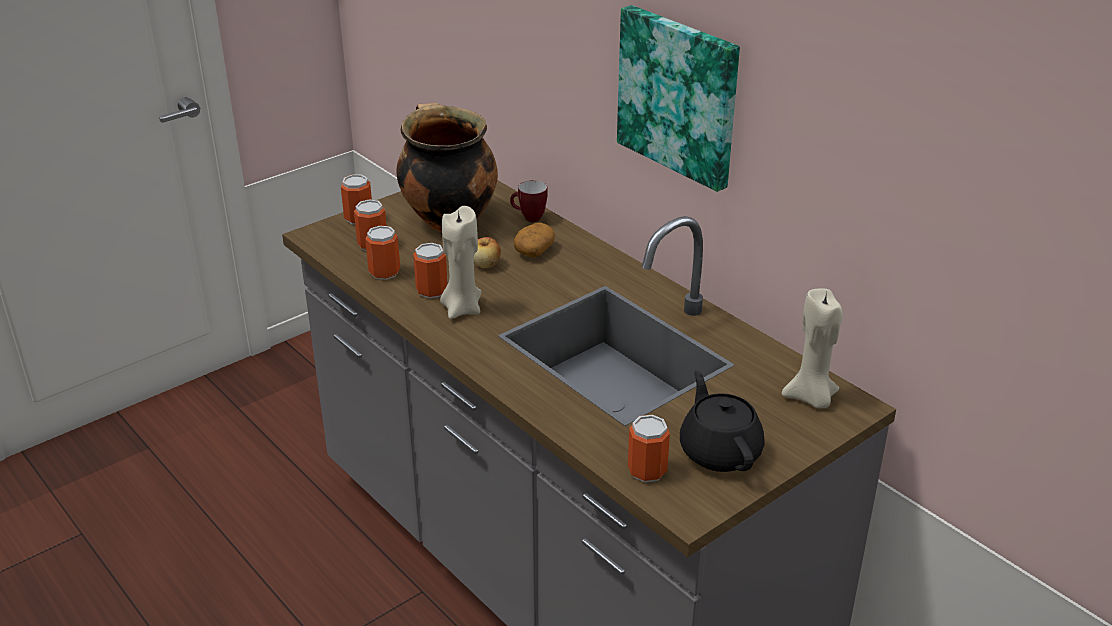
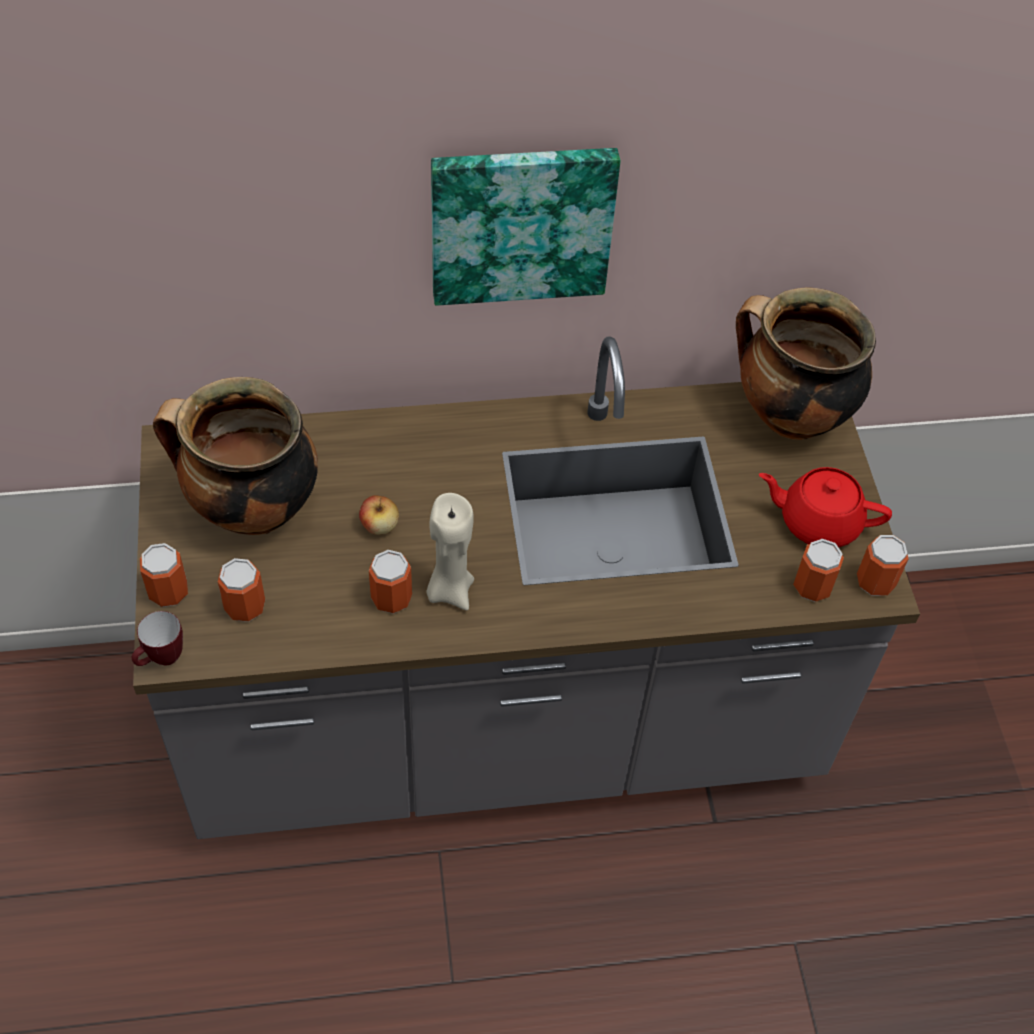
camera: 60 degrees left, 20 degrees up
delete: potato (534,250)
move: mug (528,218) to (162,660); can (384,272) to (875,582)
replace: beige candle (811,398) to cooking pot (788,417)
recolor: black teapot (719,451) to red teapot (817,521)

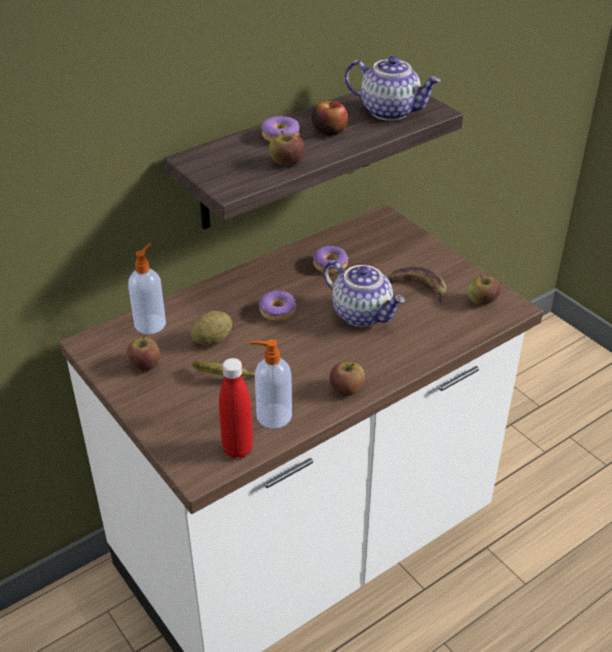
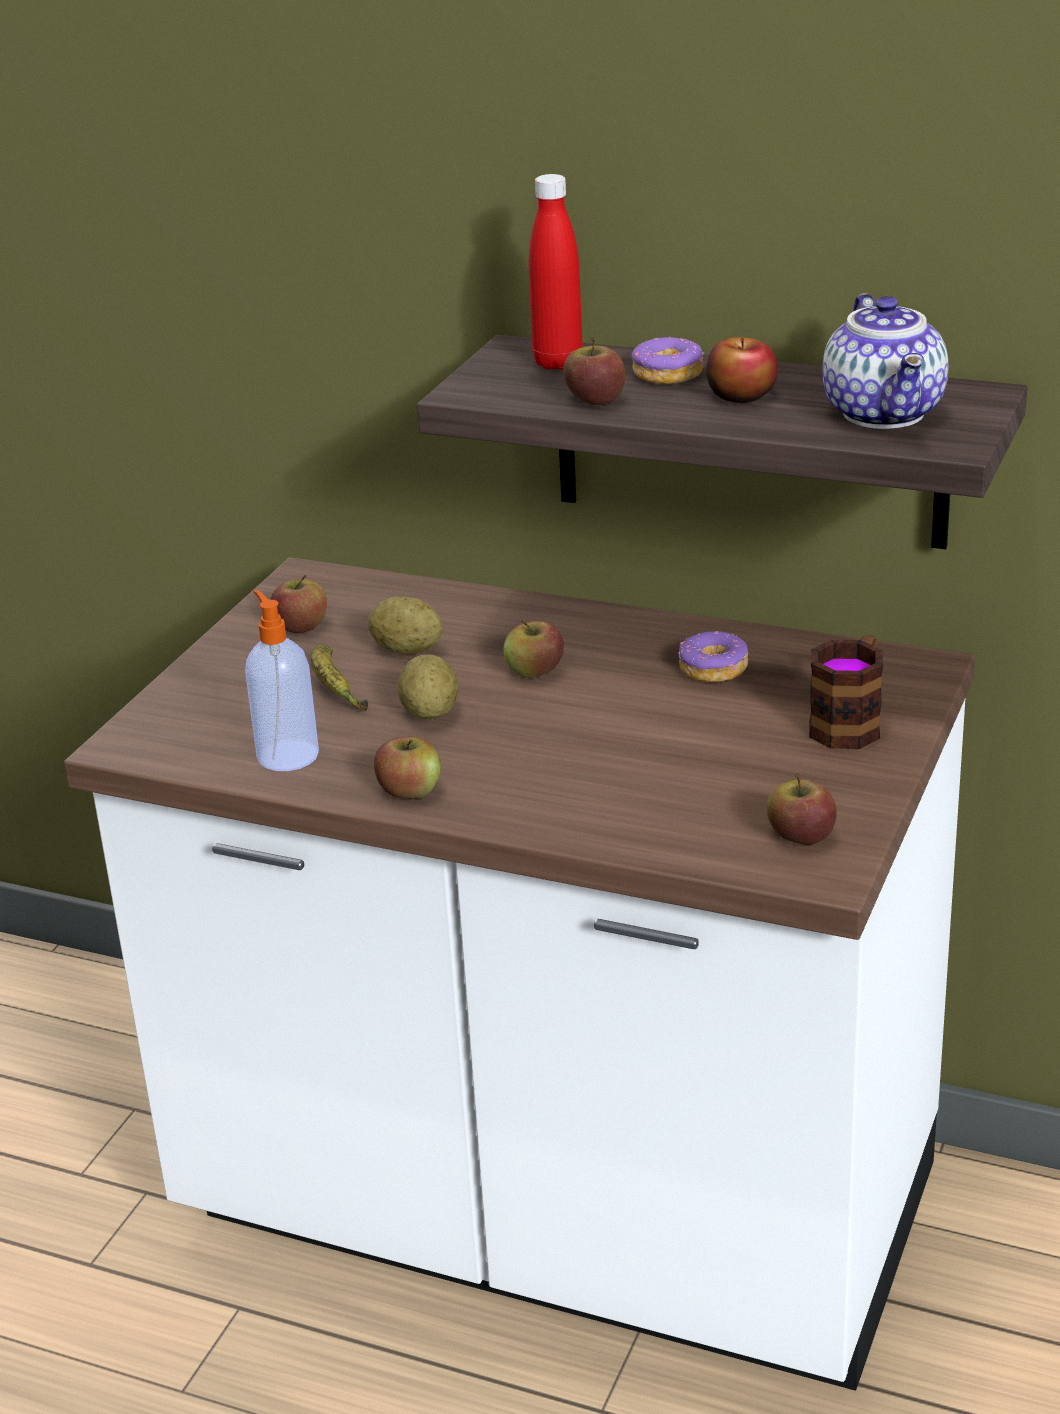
camera: 60 degrees right, 10 degrees down
delete: soap dispenser (151,323); teapot (363,314); banana (418,286)
insert: potato (430,713); mug (850,722)
move: red bottle (237,449) to (558,363)
replace: donut (278,311) to apple (535,671)

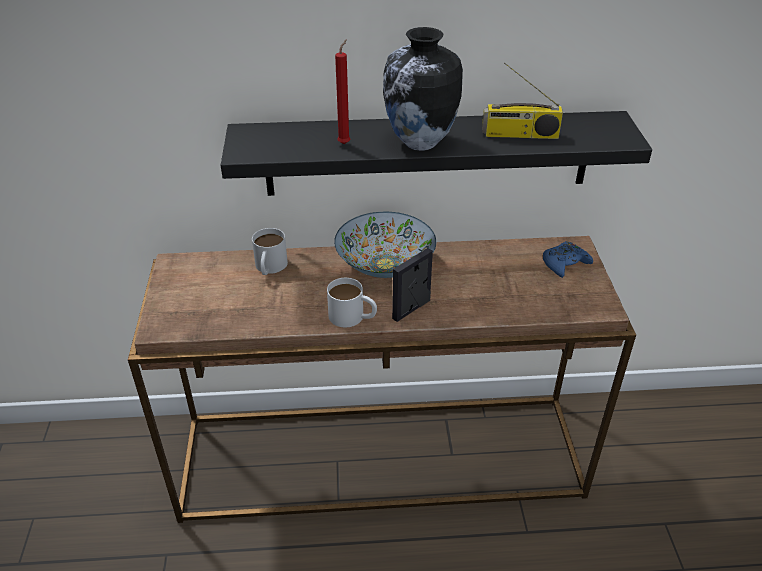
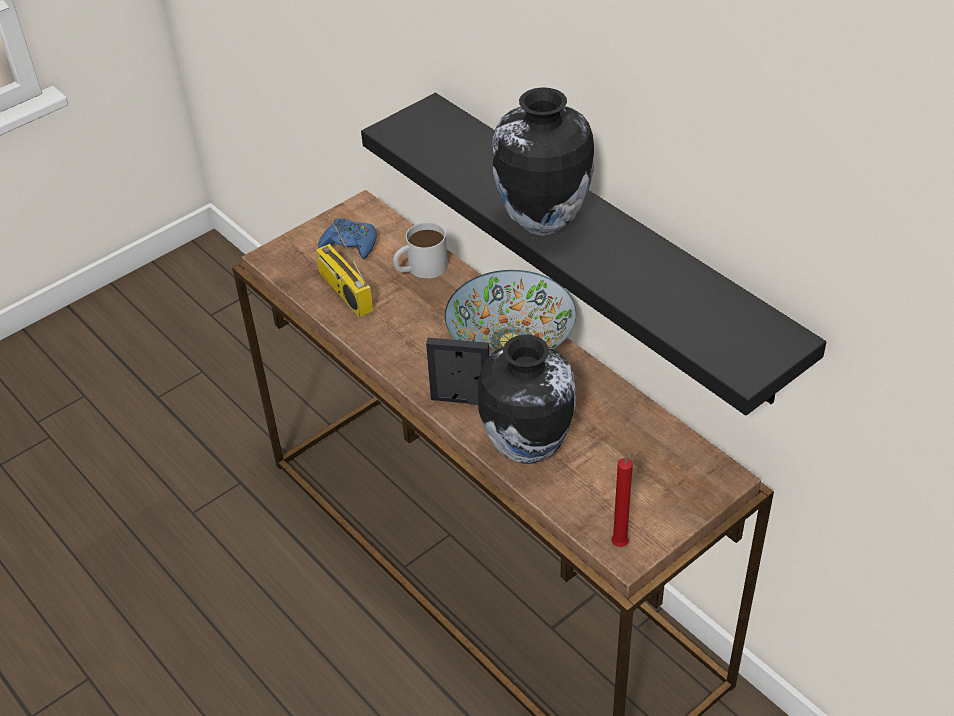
camera: 55 degrees right, 5 degrees up
delete: white mug (352,317)
insert: vase (527,448)
move: radio (519,135) to (344,291); blue game controller (565,263) to (350,244); red candle (345,143) to (622,544)

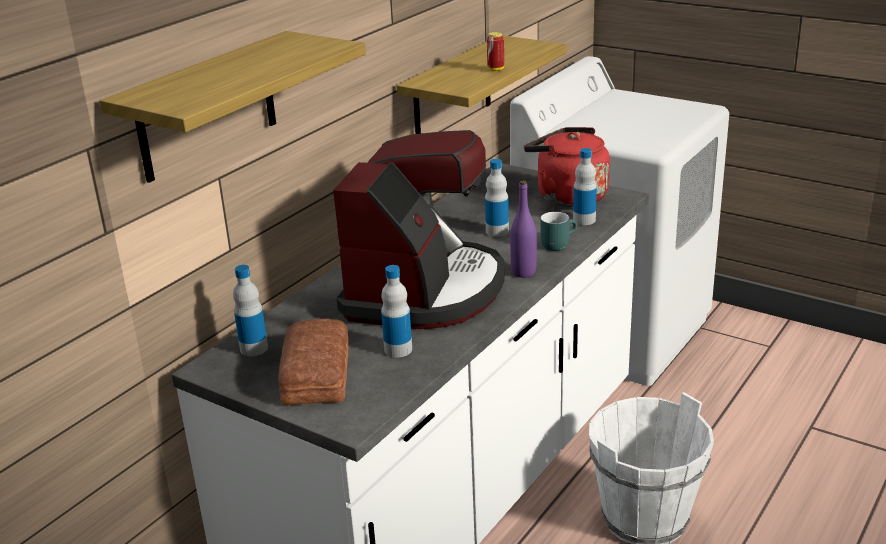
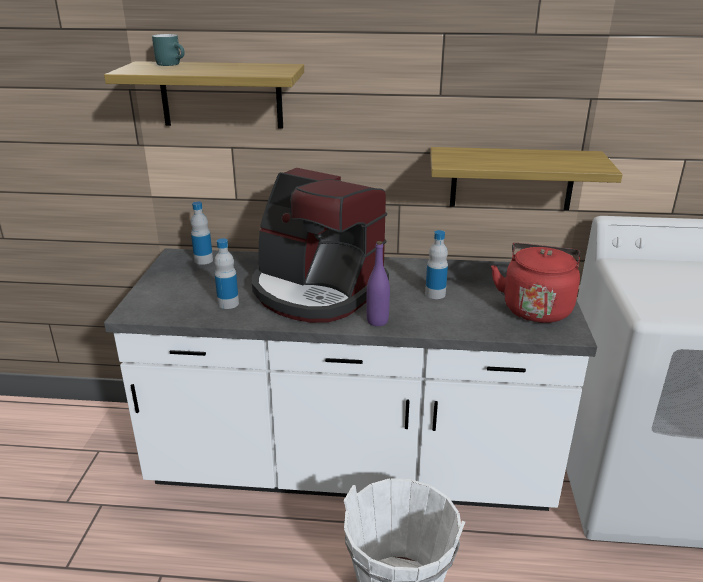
camera: 60 degrees right, 0 degrees up
delete: bread (318,373); can (495,69); bottle (584,220)
move: turquoise mug (557,243) to (172,64)
rotate: coffee machine (424,290) = (316,291) 45 degrees clockwise

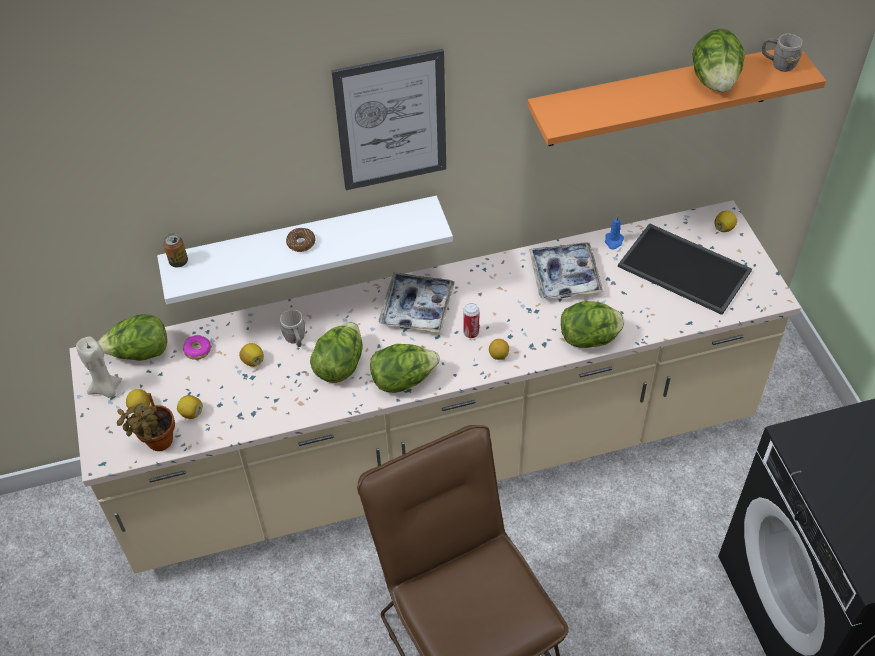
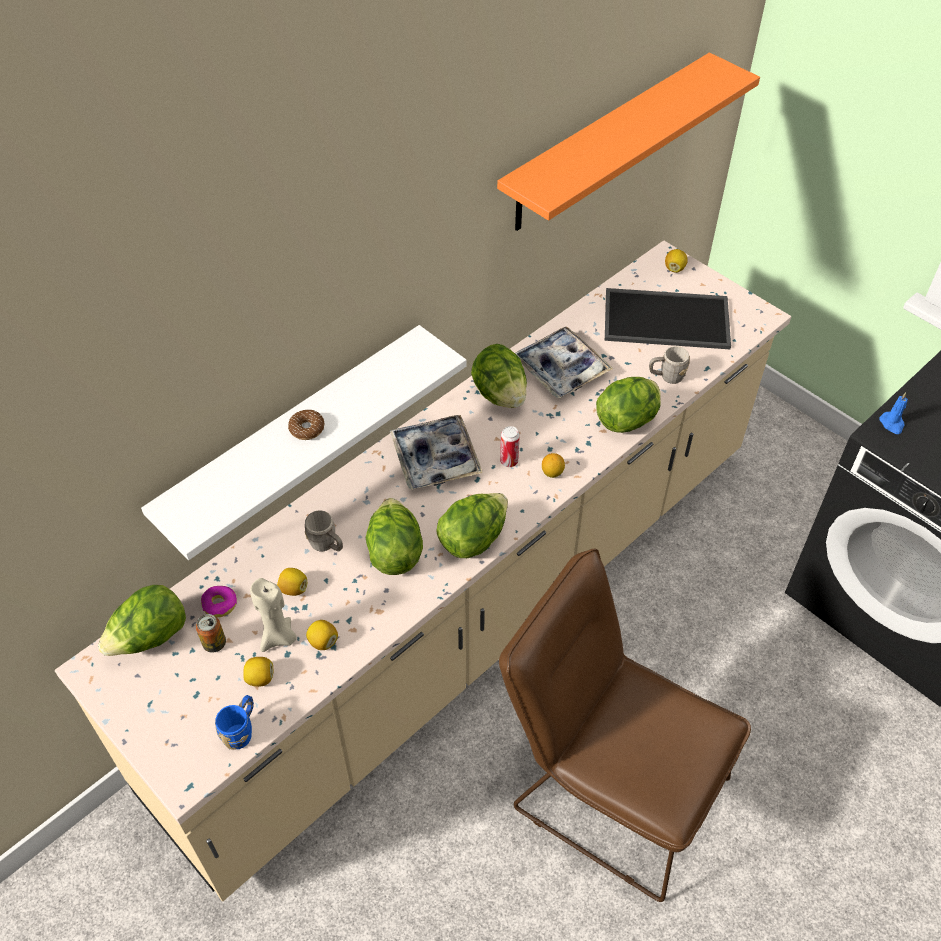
camera: 30 degrees left, 0 degrees up
delete: picture (391,121)
move: can (178,261) to (214,643); beige candle (106,389) to (279,637); lemon (140,407) to (323,642); lettuce (714,81) to (500,394); grey mug (778,64) to (666,376); blue candle (613,241) to (892,424)
replace: potted plant (157,442) to blue mug (241,730)

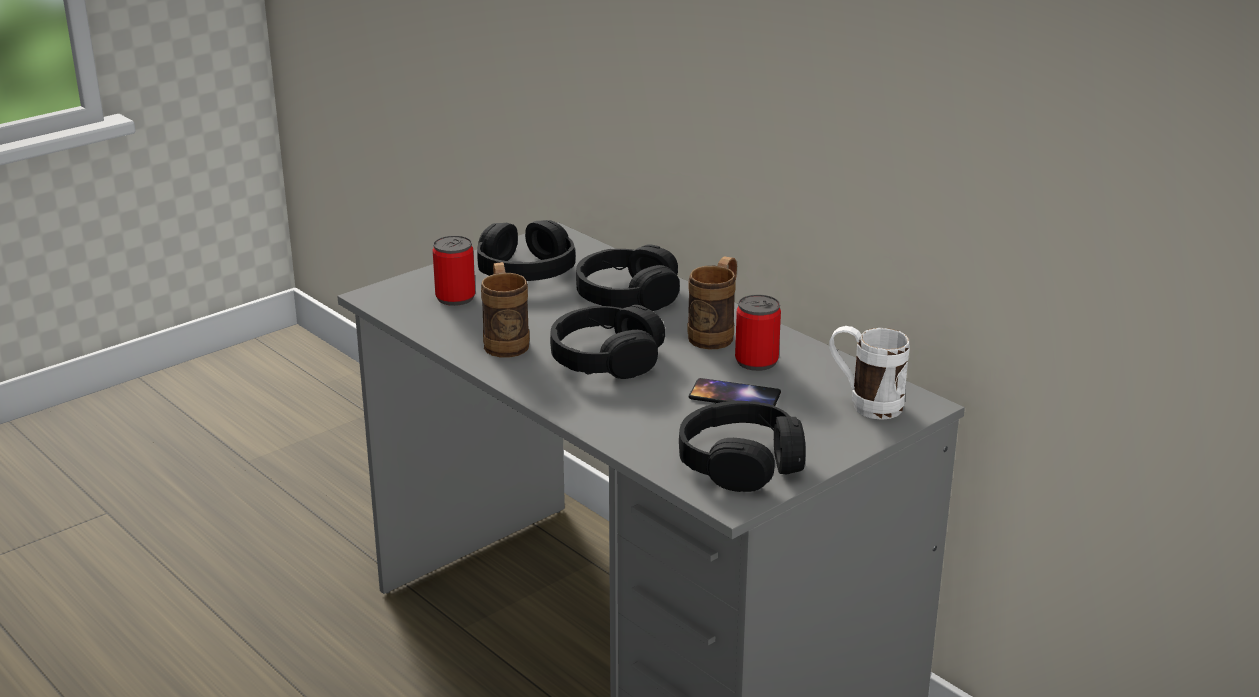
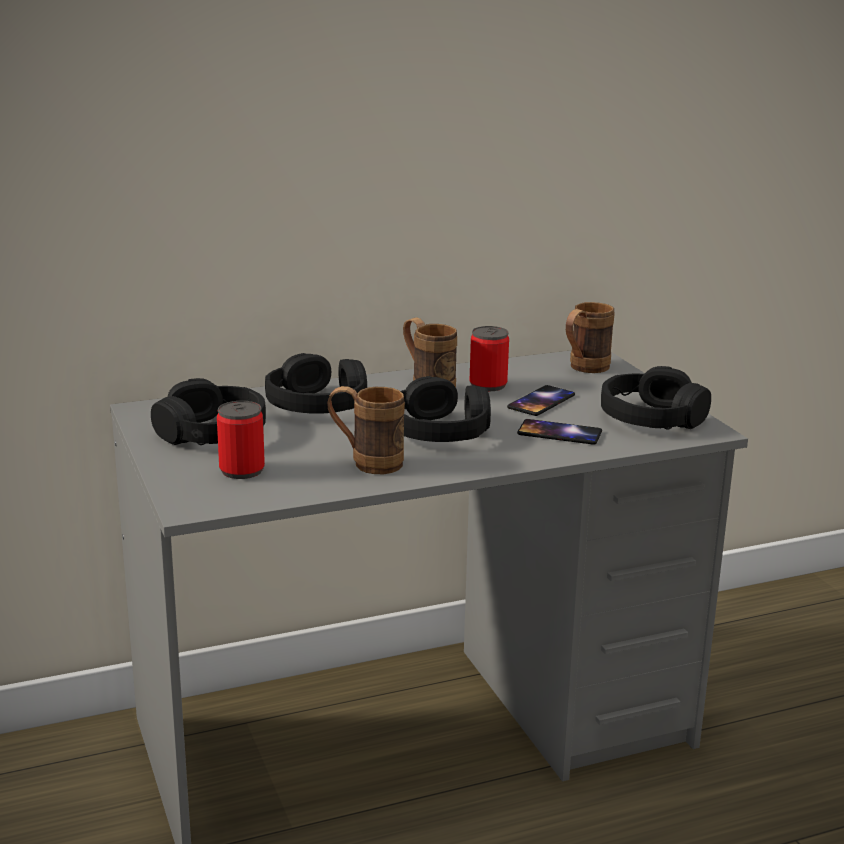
camera: 70 degrees left, 5 degrees down
insert: phone (559,433)
recolor: white mug (865,405) to brown mug (583,369)

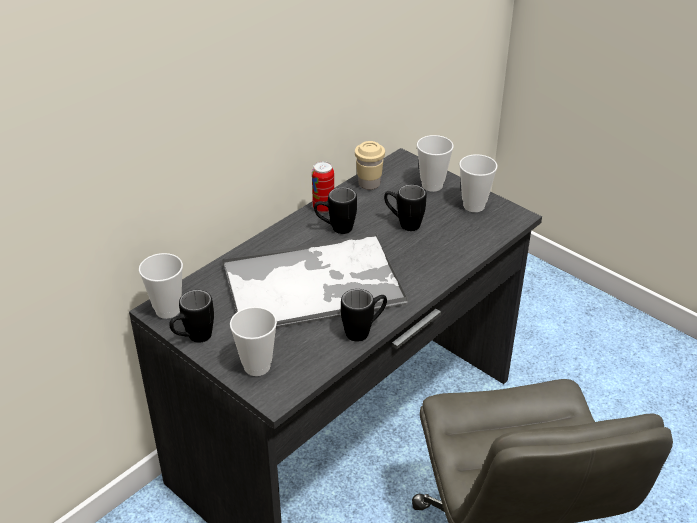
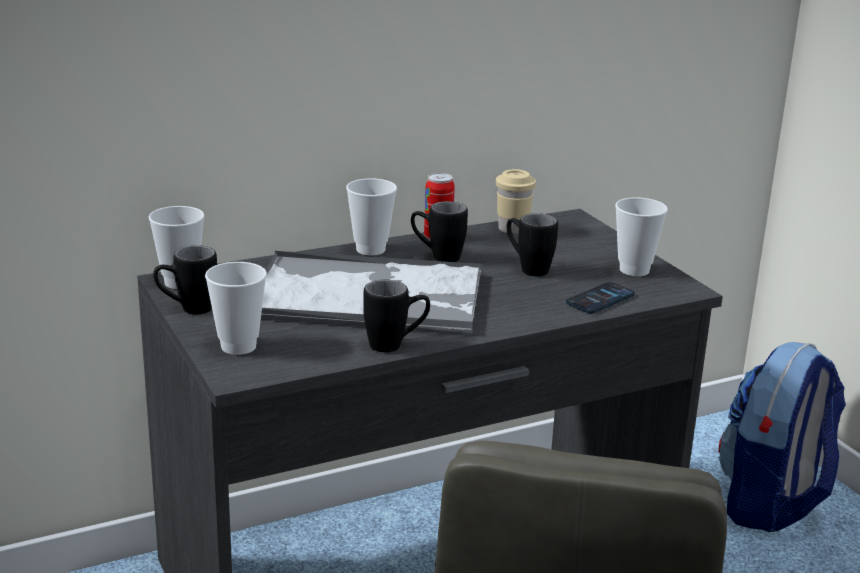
camera: 20 degrees right, 15 degrees down
insert: phone (600,299); backpack (771,503)
move: cup (432,185) to (370,249)

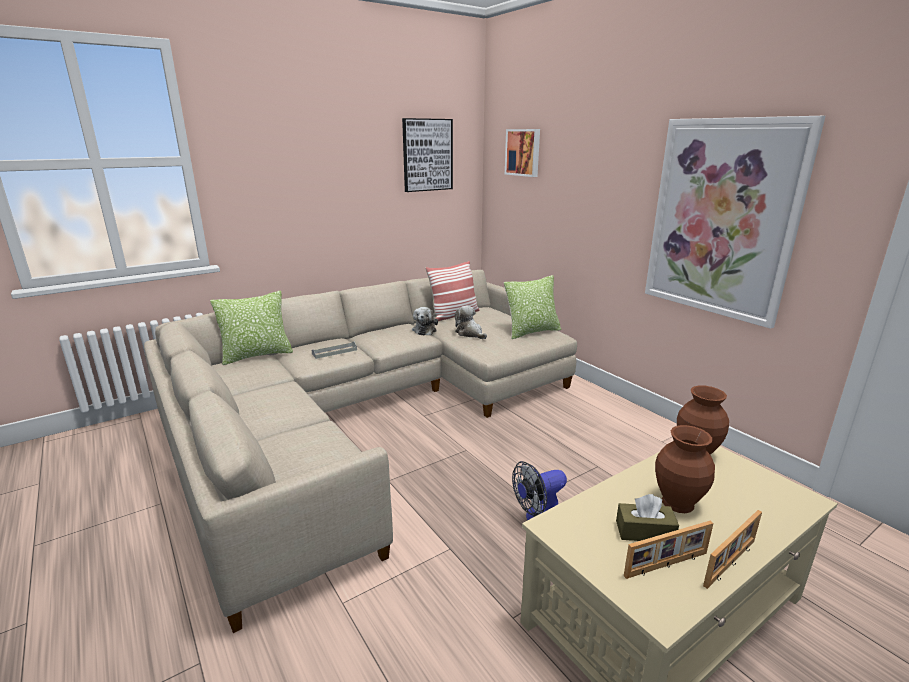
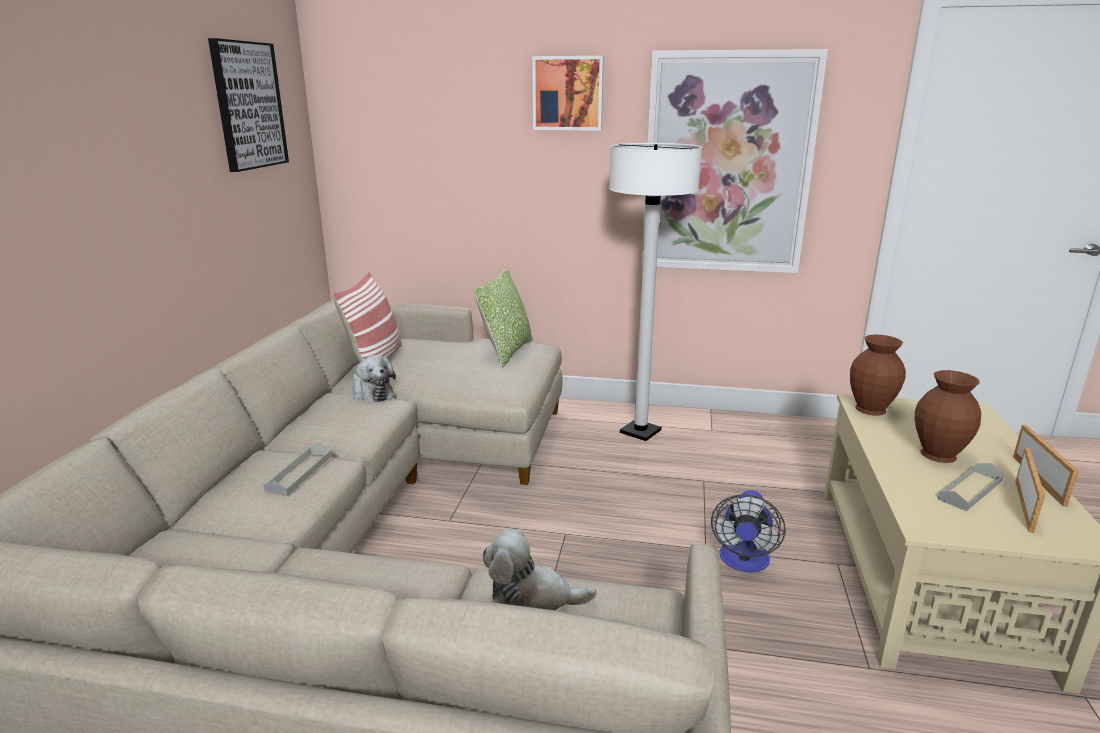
camera: 45 degrees left, 0 degrees up
delete: pillow (257,355)
insert: white floor lamp (640,432)
move: plush toy (470,333) to (532,599); picture (523,152) to (568,93)
replace: brown tissue box (644,532) to grey tray (970,490)

